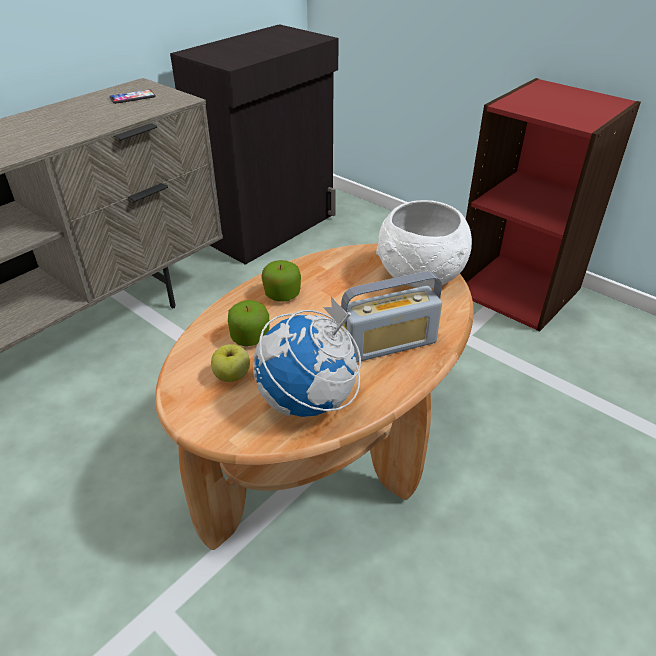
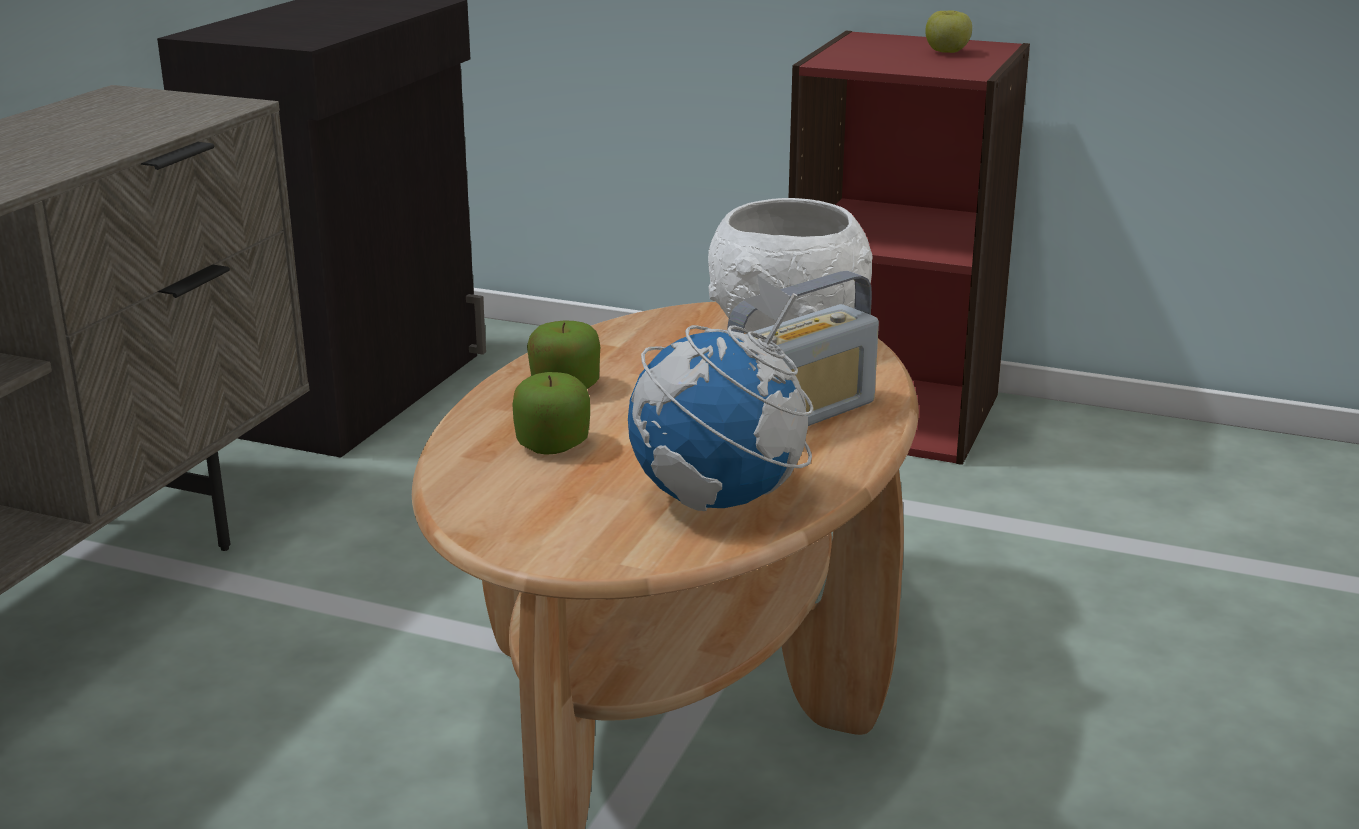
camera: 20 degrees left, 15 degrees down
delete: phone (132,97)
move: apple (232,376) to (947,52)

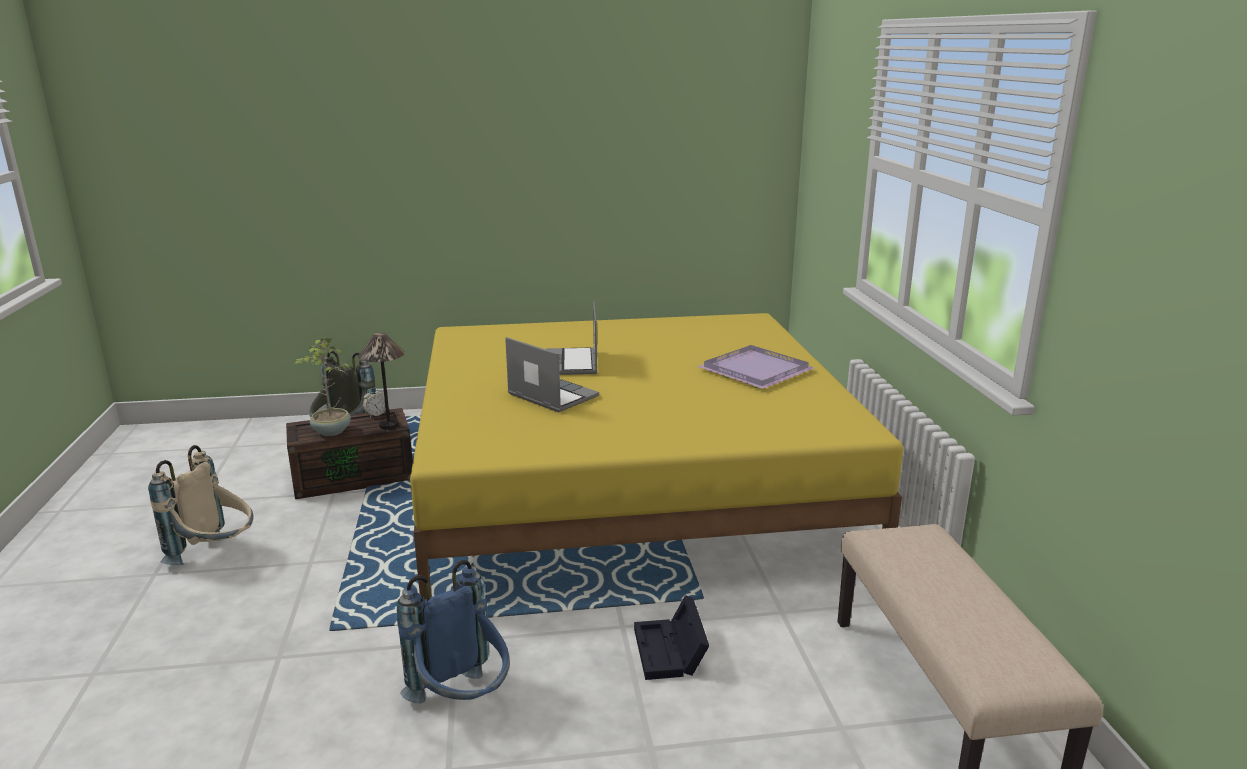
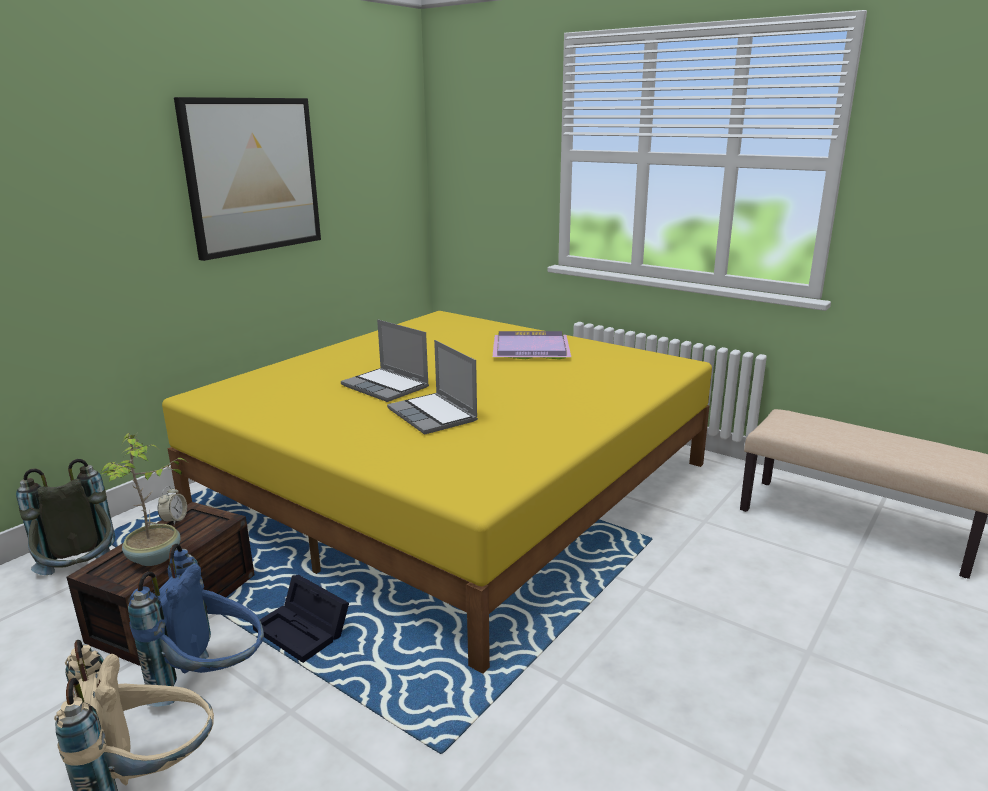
camera: 45 degrees left, 0 degrees up
delete: table lamp (388,425)
insert: picture (252,176)
move: blue backpack (463,703) to (213,681); black storage box (670,653) to (304,631)
rotate: laptop (551,396) = (434,415) 120 degrees counterclockwise

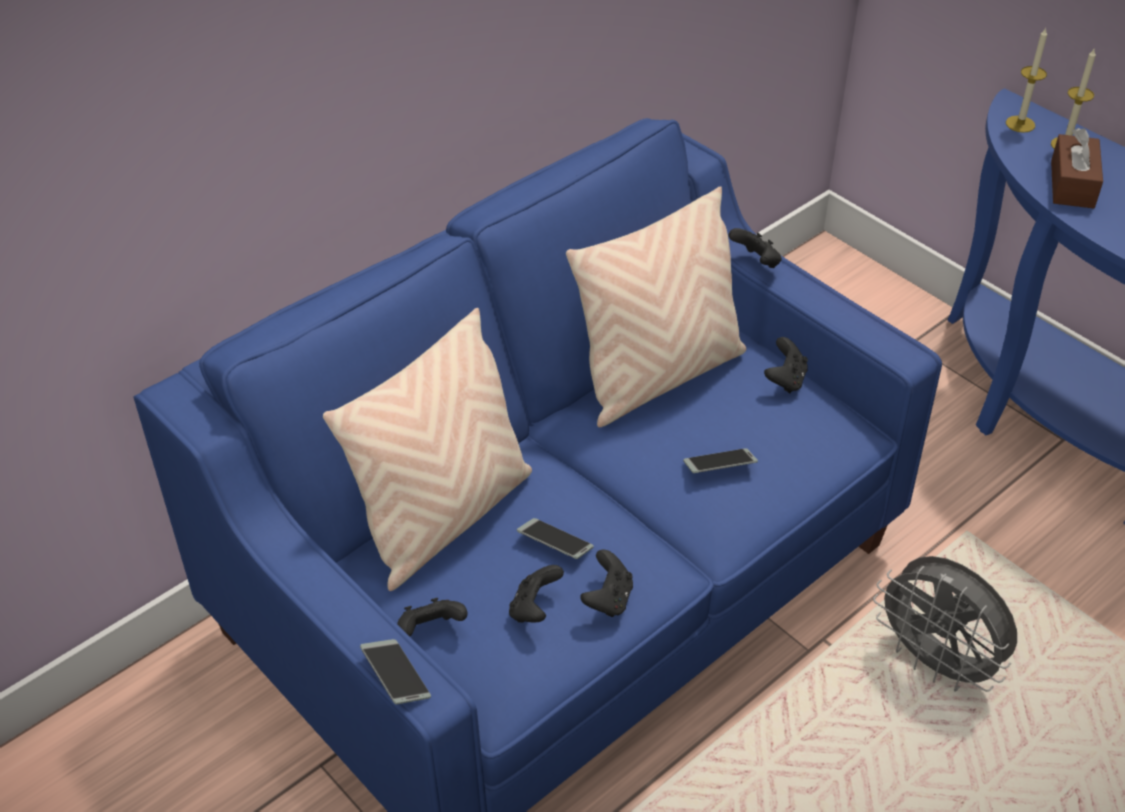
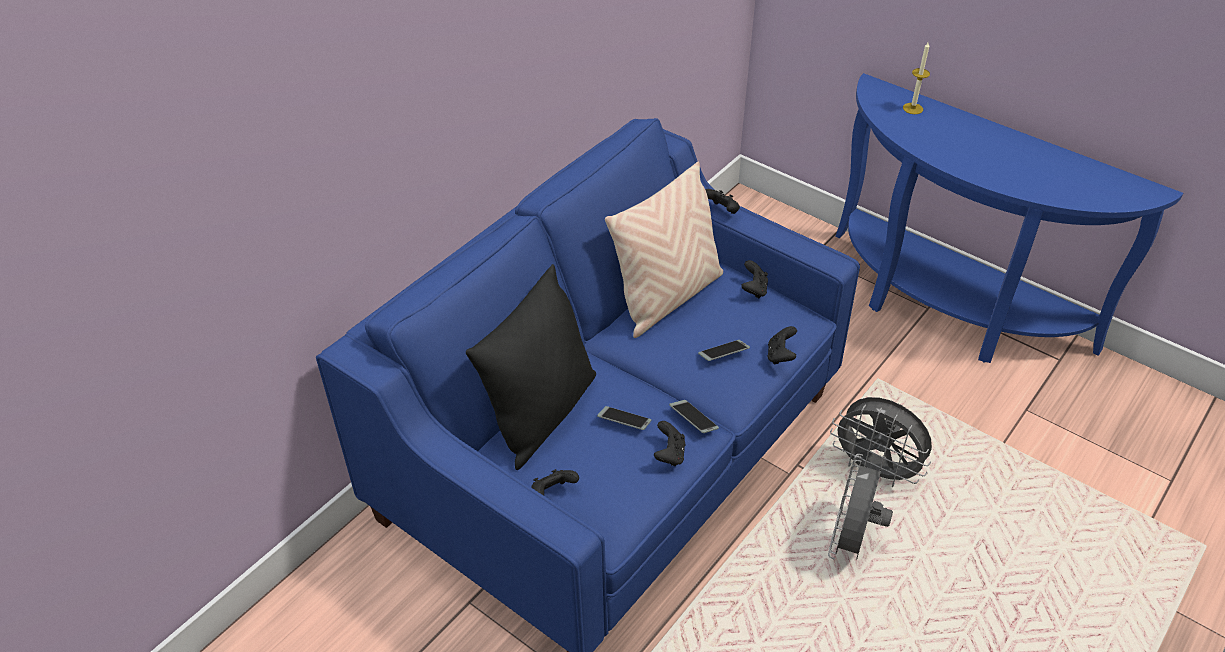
camera: 10 degrees left, 0 degrees up
delete: candle (1020,124); brown tissue box (1072,184)
insert: grey fan (851,541)
move: phone (395,676) to (693,420); black game controller (534,609) to (780,356)
recolor: beige pillow (444,518) to black pillow (542,414)

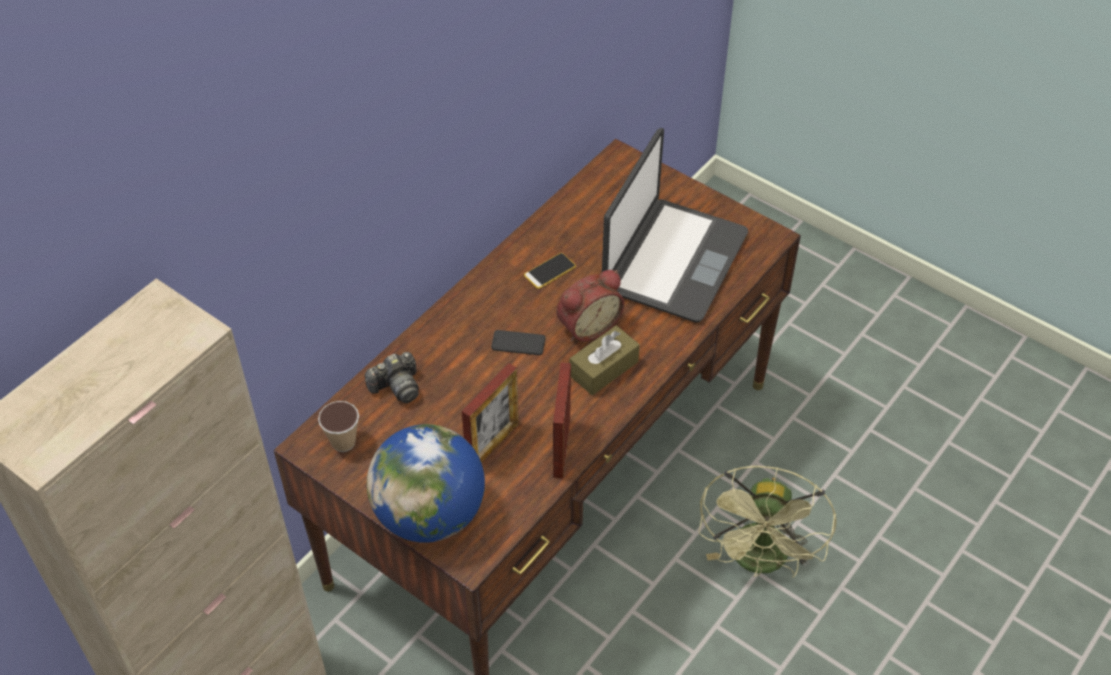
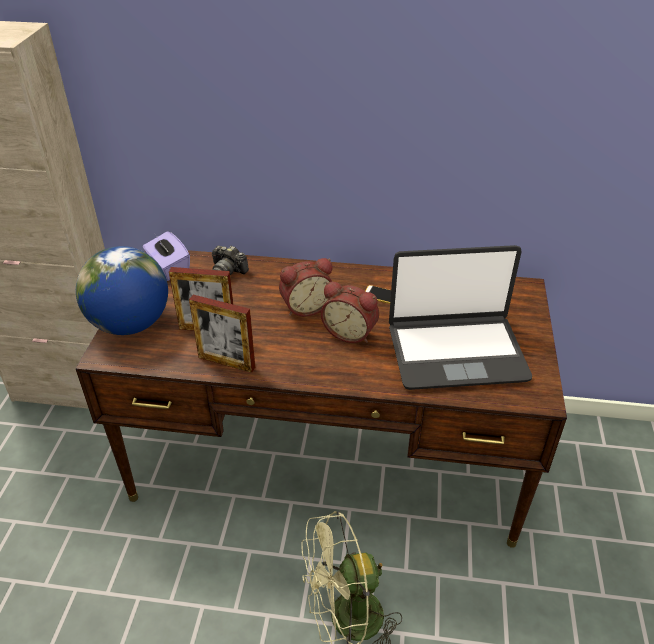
camera: 60 degrees right, 10 degrees down
delete: brown tissue box (603,368)
replace: cup (343,442) to purple tissue box (168,268); phone (518,343) to alarm clock (306,306)
rotate: picture frame (561,447) = (226,362) 135 degrees counterclockwise

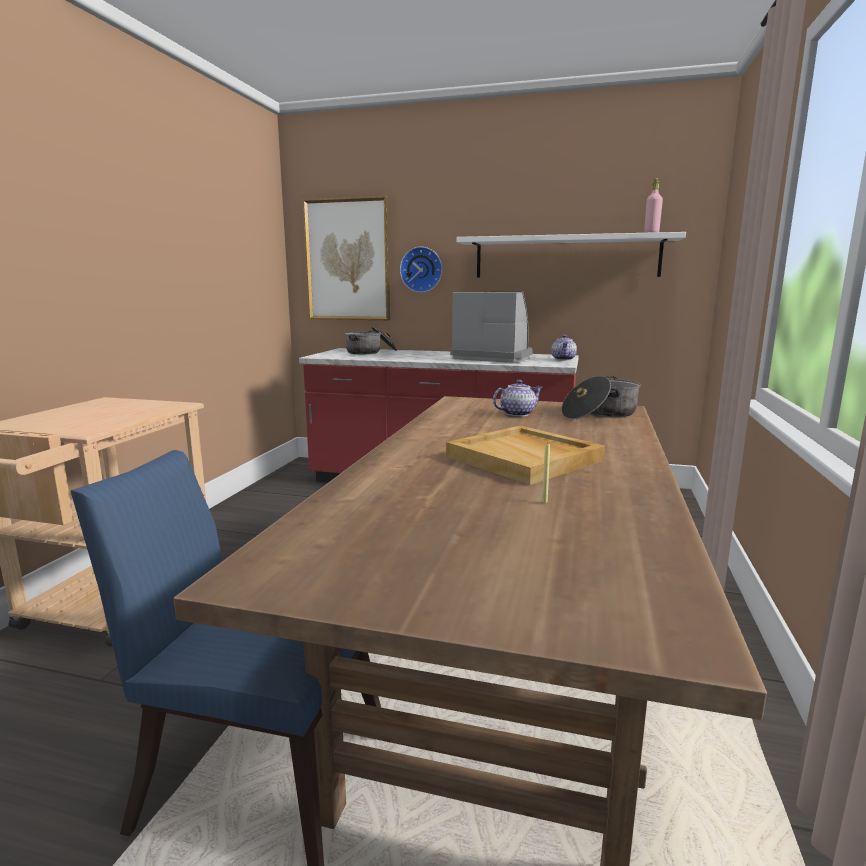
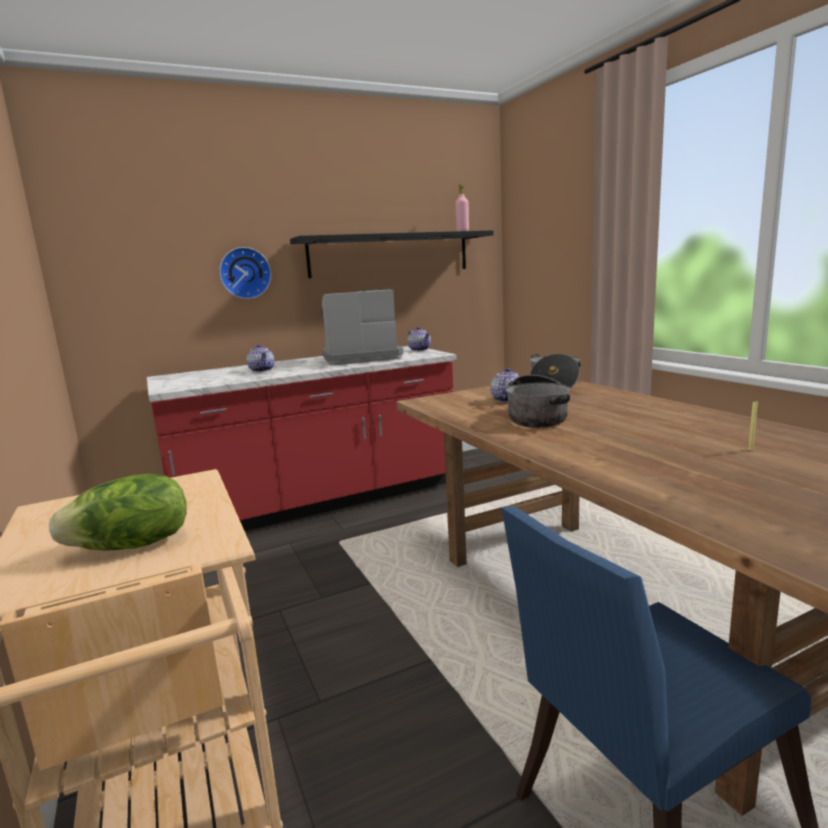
camera: 40 degrees left, 0 degrees up
delete: picture (347,260); beige tray (525,459)
insert: lettuce (132,546); teapot (262,370)
move: cooking pot (371,352) to (538,417)
recolor: white shelf (566,257) to black shelf (390,254)

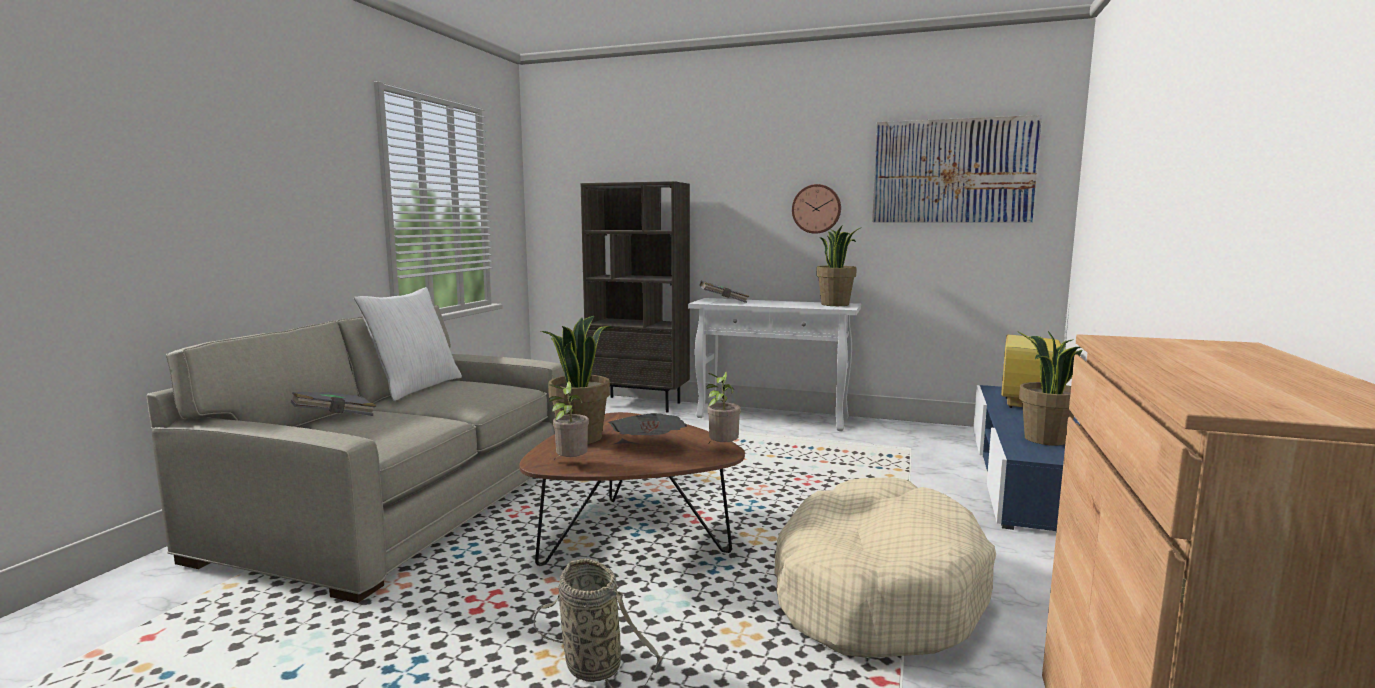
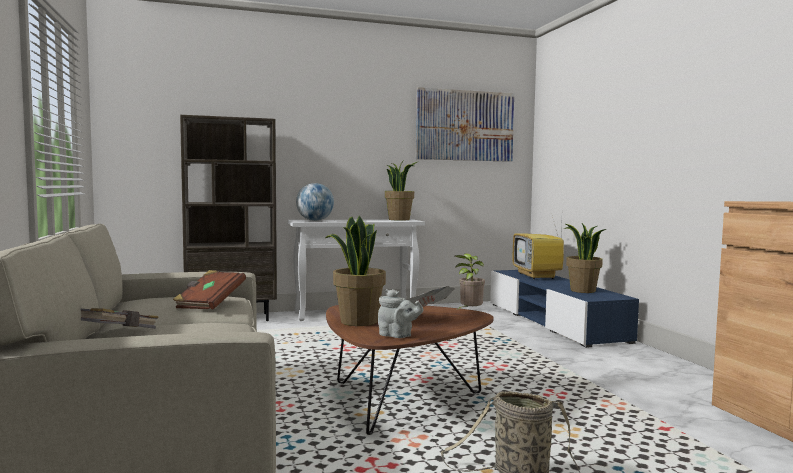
camera: 35 degrees left, 5 degrees down
delete: white pillow (415,387); beige dog bed (875,591); wall clock (816,209)
insert: brown book (210,303)
replace: grey book (723,301) to globe (315,220); potted plant (570,464) to grey teapot (397,336)

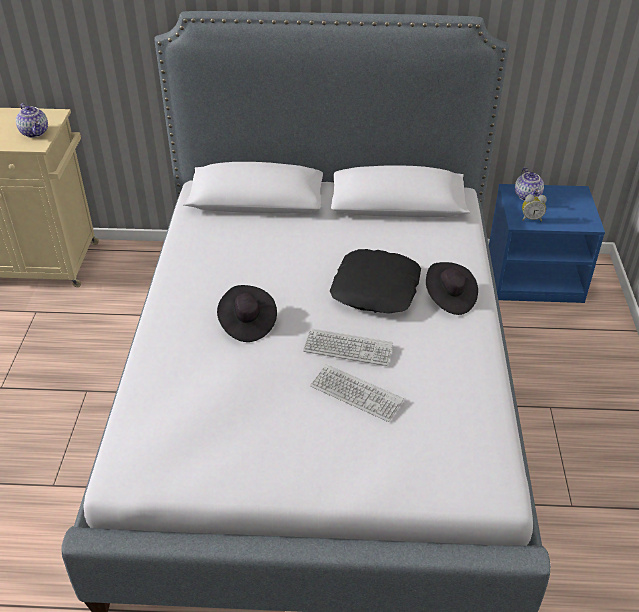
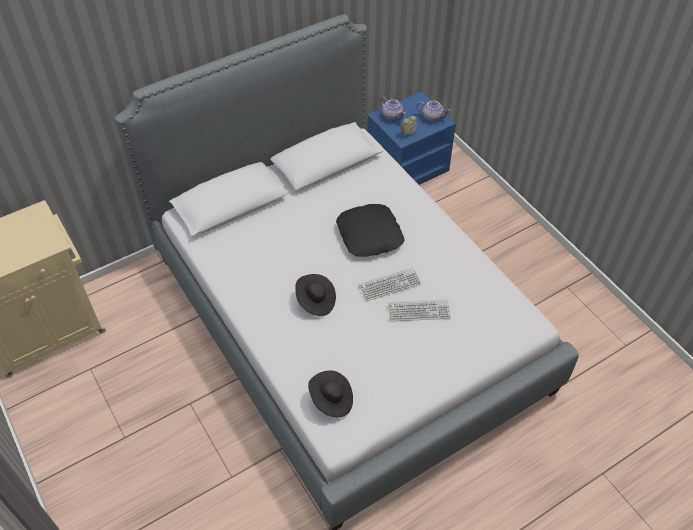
camera: 35 degrees left, 10 degrees up
move: black hat (449,298) to (331,400); teapot (35,132) to (432,117)

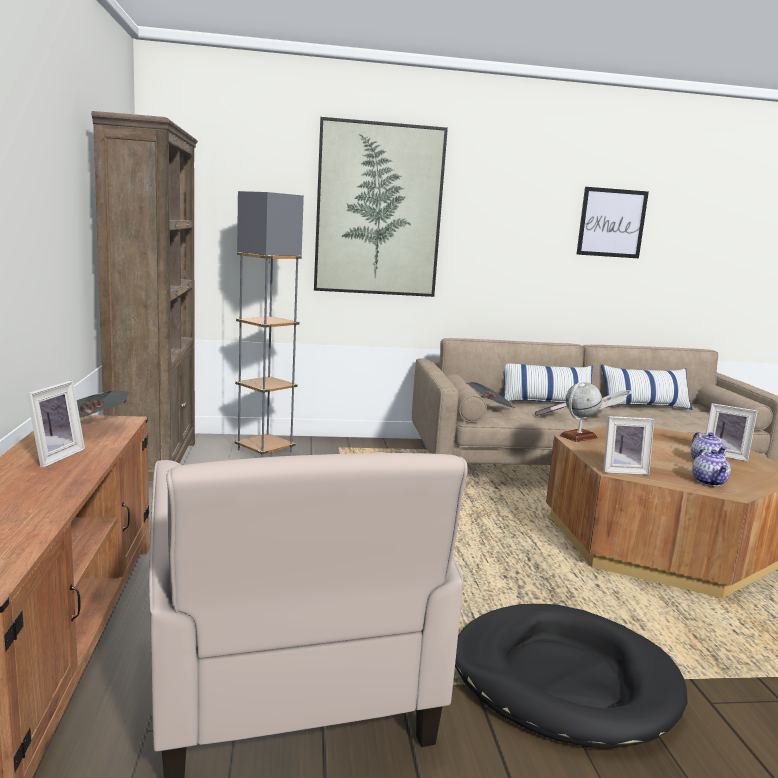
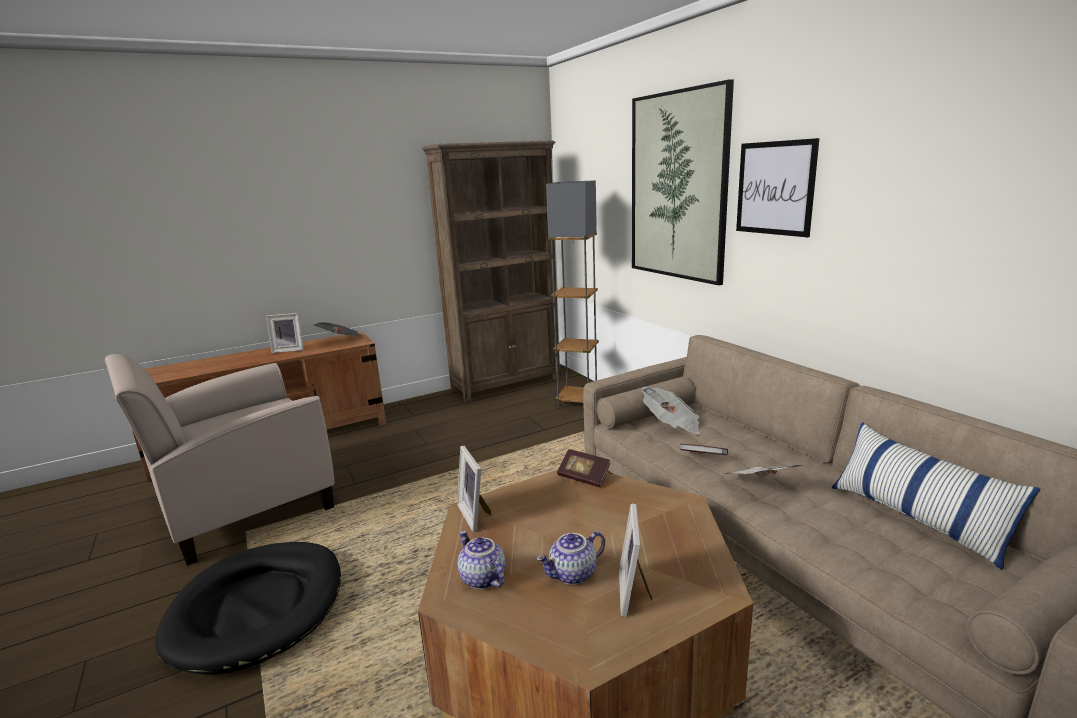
camera: 70 degrees right, 5 degrees up
delete: pillow (545,403)
move: picture (611,223) to (775,188)
replace: globe (578,437) to book (583,477)
rotate: teapot (709,482) = (481,578) 75 degrees clockwise

